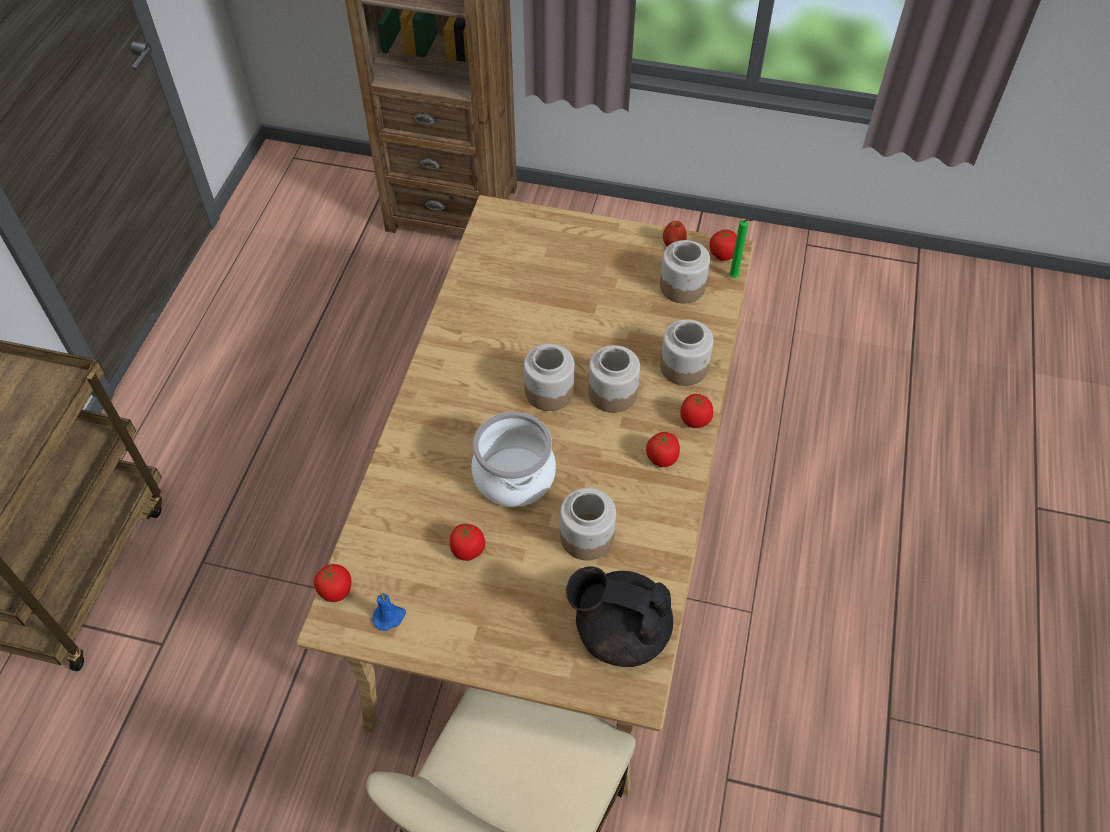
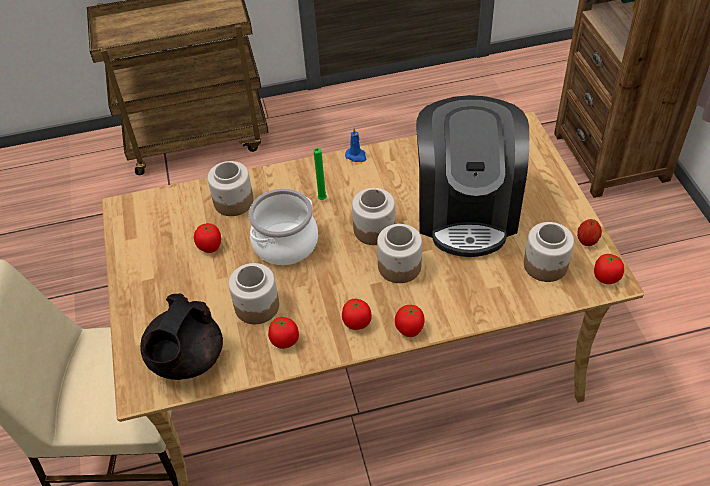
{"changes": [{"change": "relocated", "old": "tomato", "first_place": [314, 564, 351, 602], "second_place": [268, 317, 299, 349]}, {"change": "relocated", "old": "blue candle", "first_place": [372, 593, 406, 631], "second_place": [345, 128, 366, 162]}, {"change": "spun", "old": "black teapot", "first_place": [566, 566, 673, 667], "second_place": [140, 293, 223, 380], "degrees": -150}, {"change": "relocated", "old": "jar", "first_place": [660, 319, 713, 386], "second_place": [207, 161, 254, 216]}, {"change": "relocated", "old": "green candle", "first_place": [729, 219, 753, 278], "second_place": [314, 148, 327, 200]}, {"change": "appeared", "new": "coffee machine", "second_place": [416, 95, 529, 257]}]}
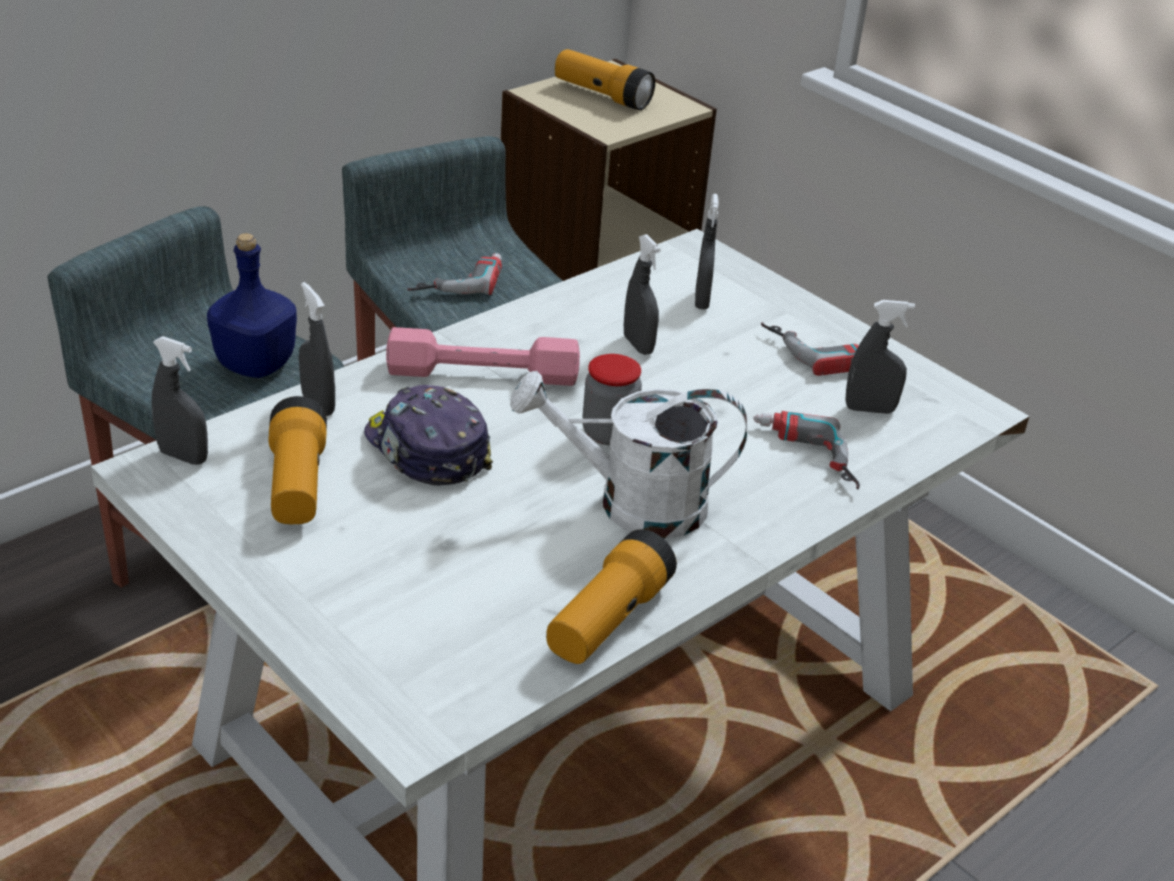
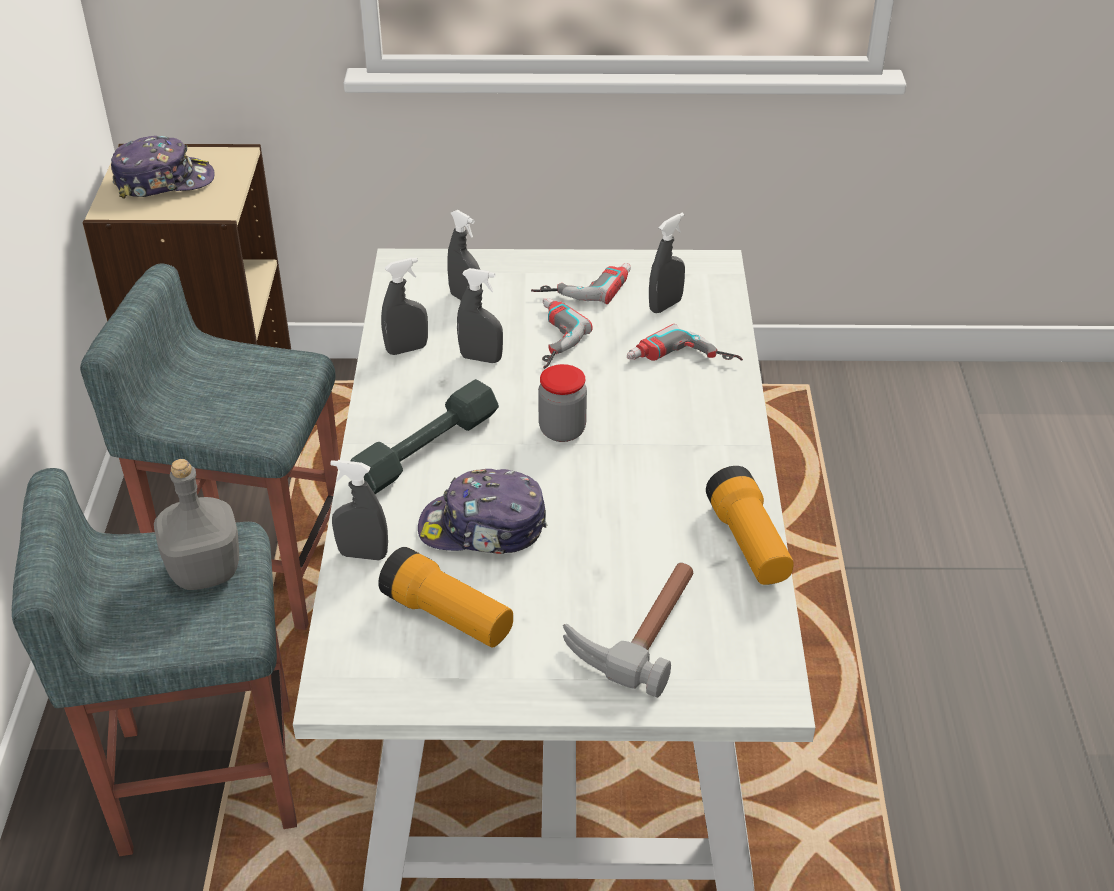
{"changes": [{"change": "relocated", "old": "grey spray bottle", "first_place": [152, 336, 208, 465], "second_place": [381, 257, 428, 355]}, {"change": "colour", "old": "blue bottle", "new": "grey bottle", "first_place": [207, 233, 297, 378], "second_place": [154, 459, 239, 590]}, {"change": "colour", "old": "pink dumbbell", "new": "grey dumbbell", "first_place": [386, 327, 580, 386], "second_place": [350, 379, 499, 494]}, {"change": "relocated", "old": "power drill", "first_place": [407, 253, 502, 295], "second_place": [542, 298, 593, 369]}, {"change": "missing", "old": "white watering can", "first_place": [510, 371, 747, 539]}, {"change": "exchanged", "old": "flashlight", "new": "cap", "first_place": [555, 49, 655, 110], "second_place": [111, 136, 215, 199]}, {"change": "appeared", "new": "hammer", "second_place": [563, 563, 693, 698]}]}
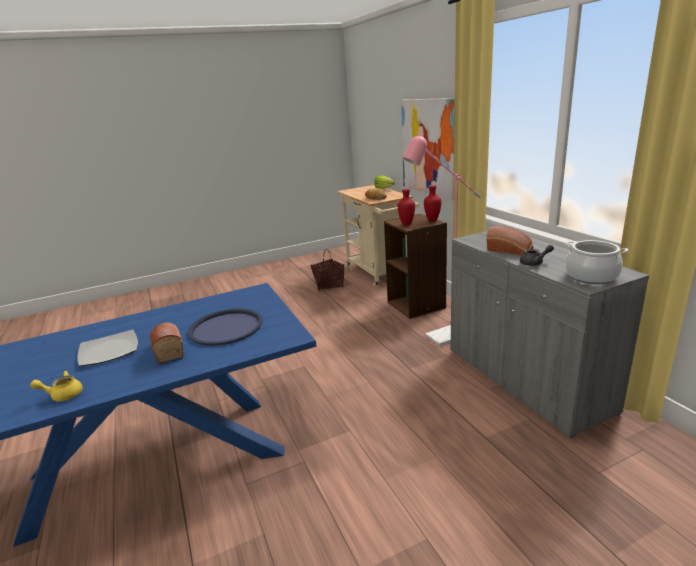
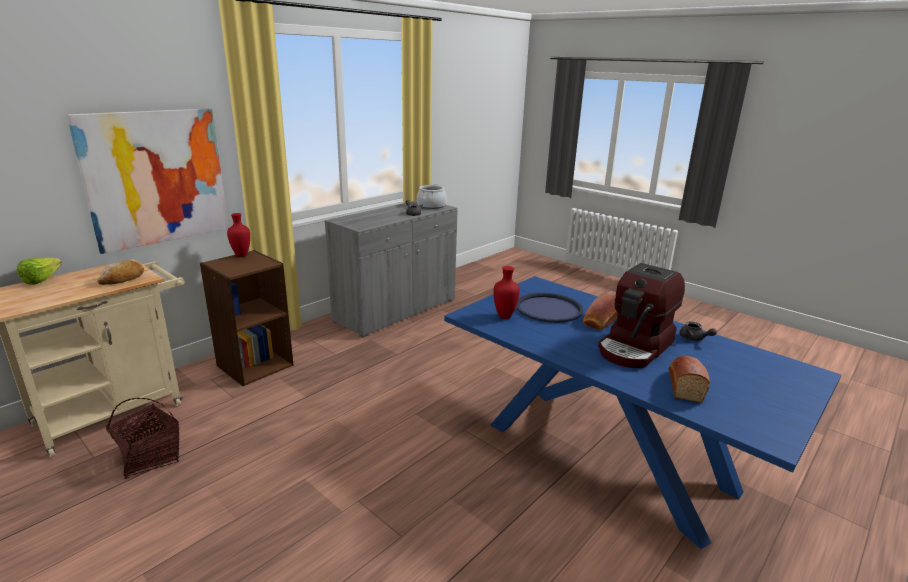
{"changes": [{"change": "colour", "old": "yellow teapot", "new": "grey teapot", "first_place": [30, 371, 83, 401], "second_place": [679, 322, 717, 341]}, {"change": "exchanged", "old": "plate", "new": "coffee machine", "first_place": [77, 330, 138, 366], "second_place": [598, 263, 685, 368]}, {"change": "relocated", "old": "red vase", "first_place": [398, 189, 415, 226], "second_place": [493, 266, 520, 319]}, {"change": "missing", "old": "pink floor lamp", "first_place": [402, 134, 481, 346]}, {"change": "relocated", "old": "bread", "first_place": [486, 226, 533, 256], "second_place": [669, 356, 710, 403]}]}
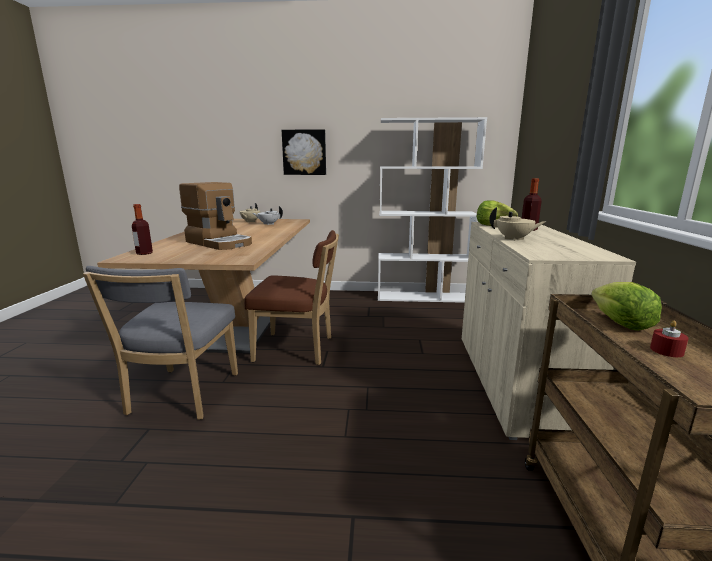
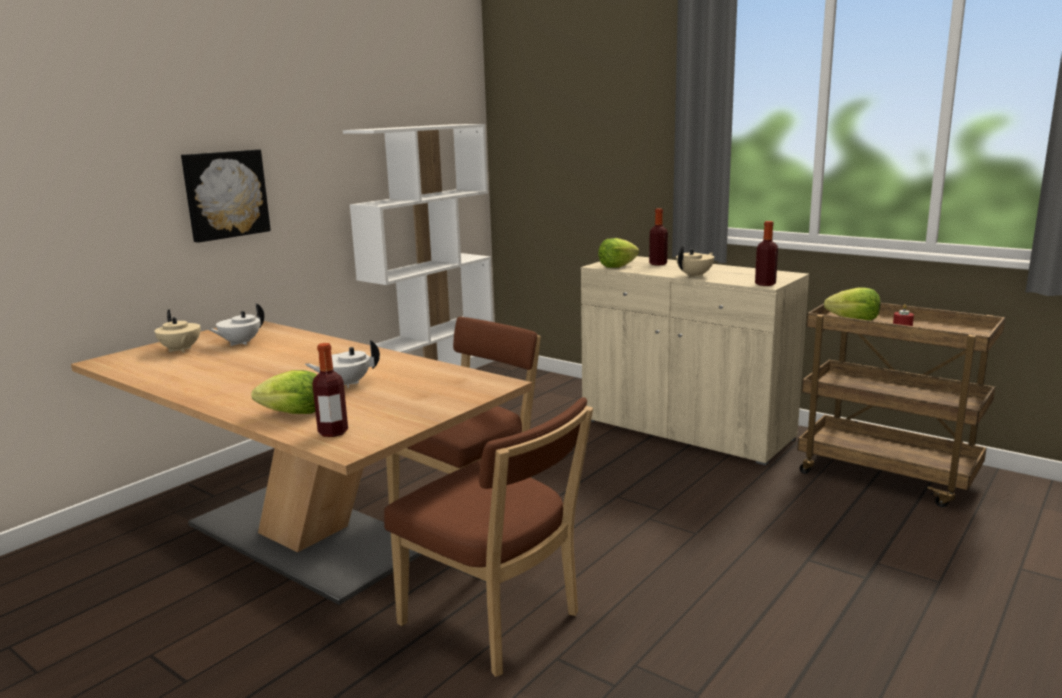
{"changes": [{"change": "colour", "old": "grey chair", "new": "brown chair", "first_place": [83, 266, 238, 420], "second_place": [384, 397, 593, 677]}, {"change": "exchanged", "old": "coffee machine", "new": "white teapot", "first_place": [179, 182, 252, 250], "second_place": [305, 340, 380, 388]}, {"change": "appeared", "new": "lettuce", "second_place": [251, 370, 317, 414]}, {"change": "appeared", "new": "bottle", "second_place": [755, 221, 778, 286]}]}
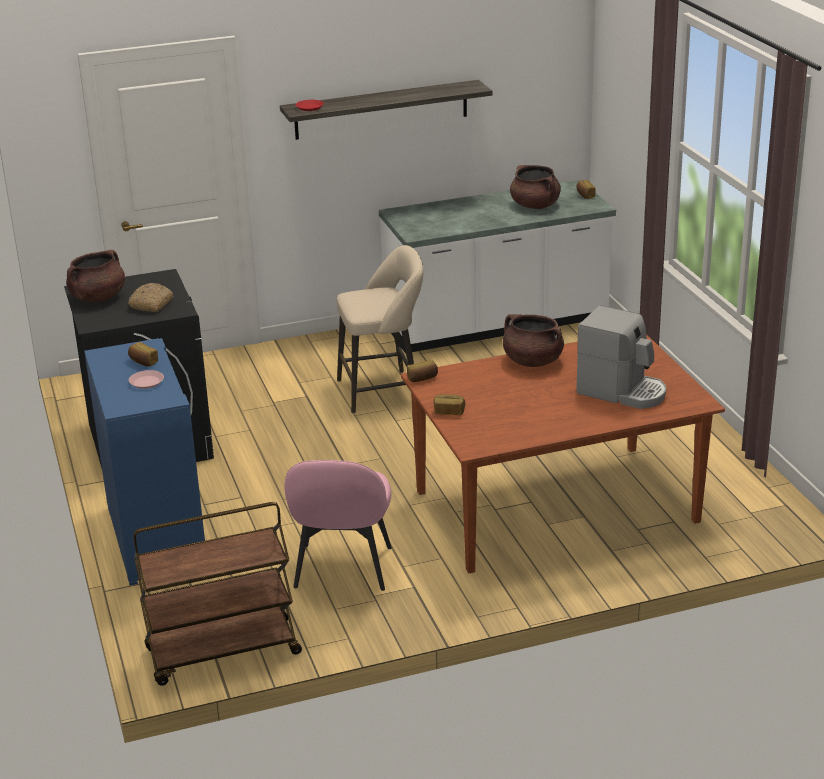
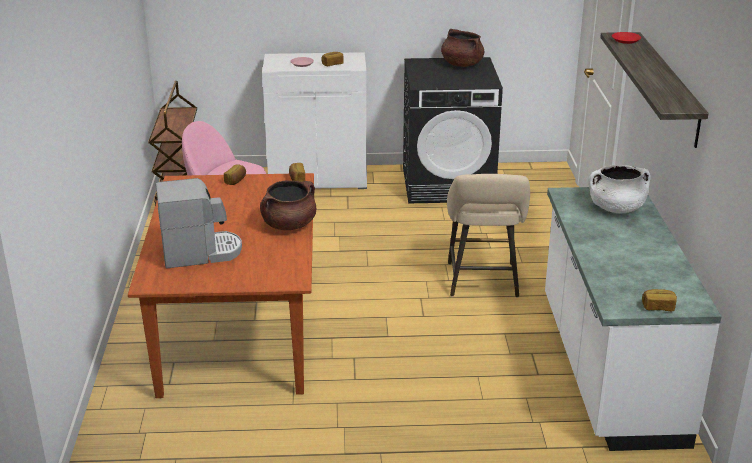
{"changes": [{"change": "colour", "old": "blue cabinet", "new": "white cabinet", "first_place": [84, 338, 205, 586], "second_place": [262, 52, 367, 189]}, {"change": "missing", "old": "bread", "first_place": [128, 283, 173, 312]}, {"change": "missing", "old": "brown cooking pot", "first_place": [510, 165, 561, 209]}, {"change": "spun", "old": "coffee machine", "first_place": [576, 305, 666, 409], "second_place": [156, 178, 242, 268], "degrees": -150}, {"change": "appeared", "new": "white cooking pot", "second_place": [589, 165, 650, 213]}]}
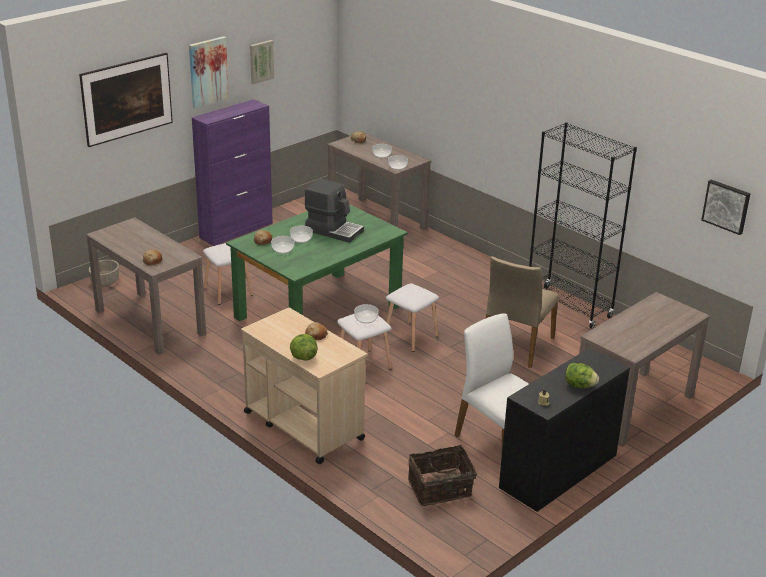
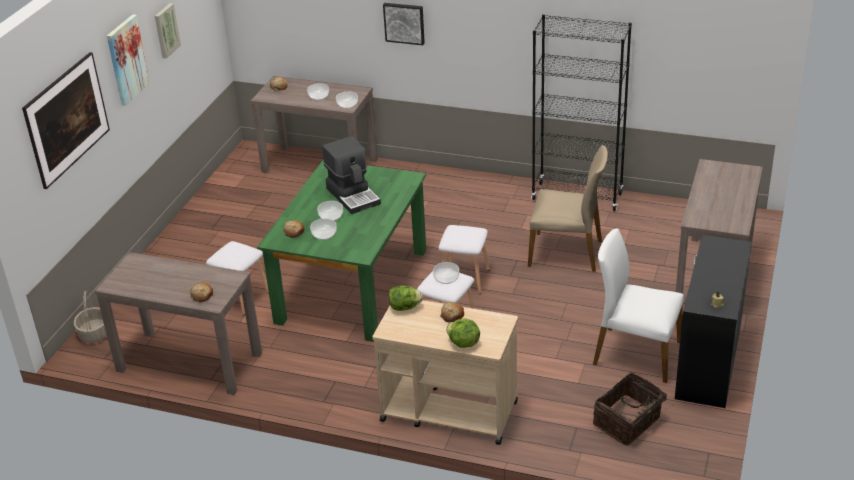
{"changes": [{"change": "missing", "old": "purple cabinet", "first_place": [192, 99, 273, 246]}, {"change": "spun", "old": "coffee machine", "first_place": [305, 179, 364, 243], "second_place": [322, 136, 381, 214], "degrees": 60}, {"change": "spun", "old": "beige chair", "first_place": [486, 256, 558, 368], "second_place": [528, 145, 608, 272], "degrees": -75}, {"change": "relocated", "old": "lettuce", "first_place": [565, 363, 599, 388], "second_place": [389, 286, 423, 311]}, {"change": "relocated", "old": "picture", "first_place": [701, 180, 750, 235], "second_place": [383, 3, 425, 45]}]}
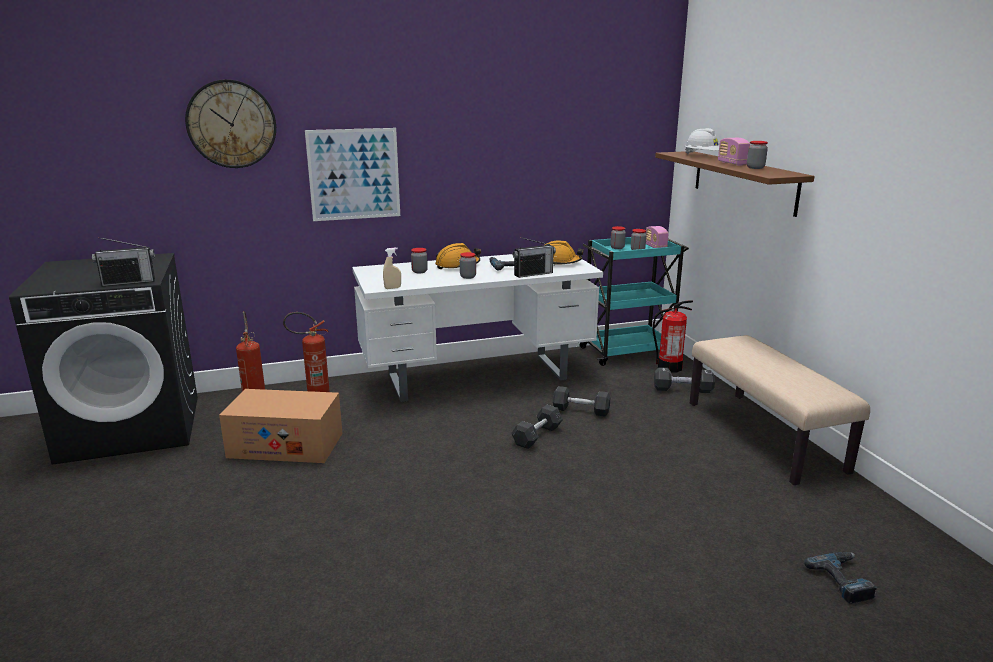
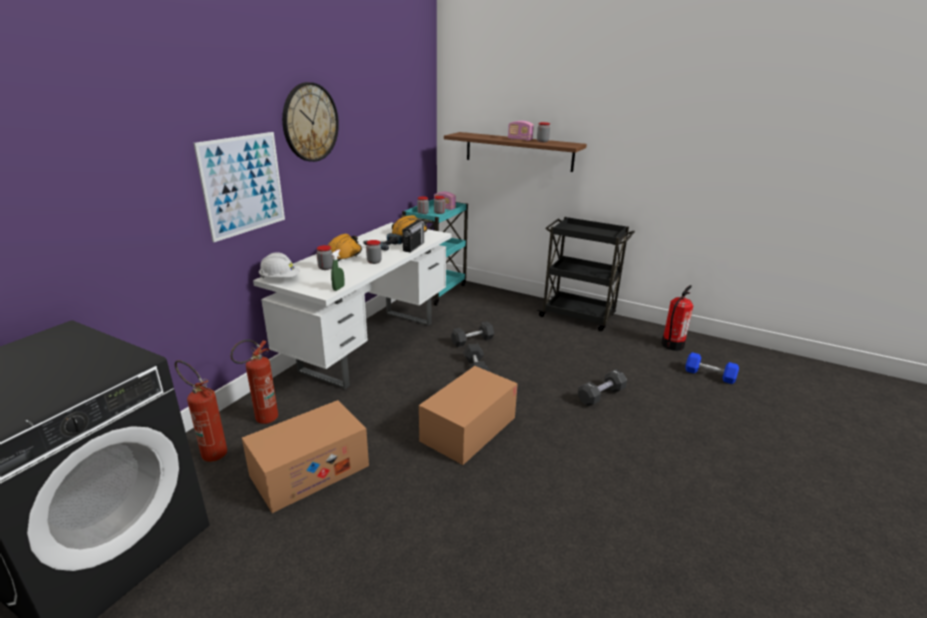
{"changes": [{"change": "missing", "old": "radio", "first_place": [92, 237, 155, 286]}, {"change": "relocated", "old": "wall clock", "first_place": [185, 79, 276, 168], "second_place": [282, 82, 339, 162]}, {"change": "colour", "old": "beige spray bottle", "new": "green spray bottle", "first_place": [383, 248, 401, 289], "second_place": [331, 249, 345, 291]}, {"change": "relocated", "old": "fire extinguisher", "first_place": [652, 300, 693, 372], "second_place": [662, 285, 694, 351]}, {"change": "relocated", "old": "black dumbbell", "first_place": [654, 367, 715, 393], "second_place": [578, 369, 627, 406]}, {"change": "relocated", "old": "white hard hat", "first_place": [685, 128, 720, 154], "second_place": [259, 253, 300, 278]}, {"change": "exchanged", "old": "beige bench", "new": "black cart", "first_place": [690, 335, 870, 485], "second_place": [537, 217, 635, 331]}, {"change": "exchanged", "old": "power drill", "new": "blue dumbbell", "first_place": [804, 552, 877, 604], "second_place": [685, 352, 739, 384]}, {"change": "appeared", "new": "cardboard box", "second_place": [419, 366, 518, 465]}]}
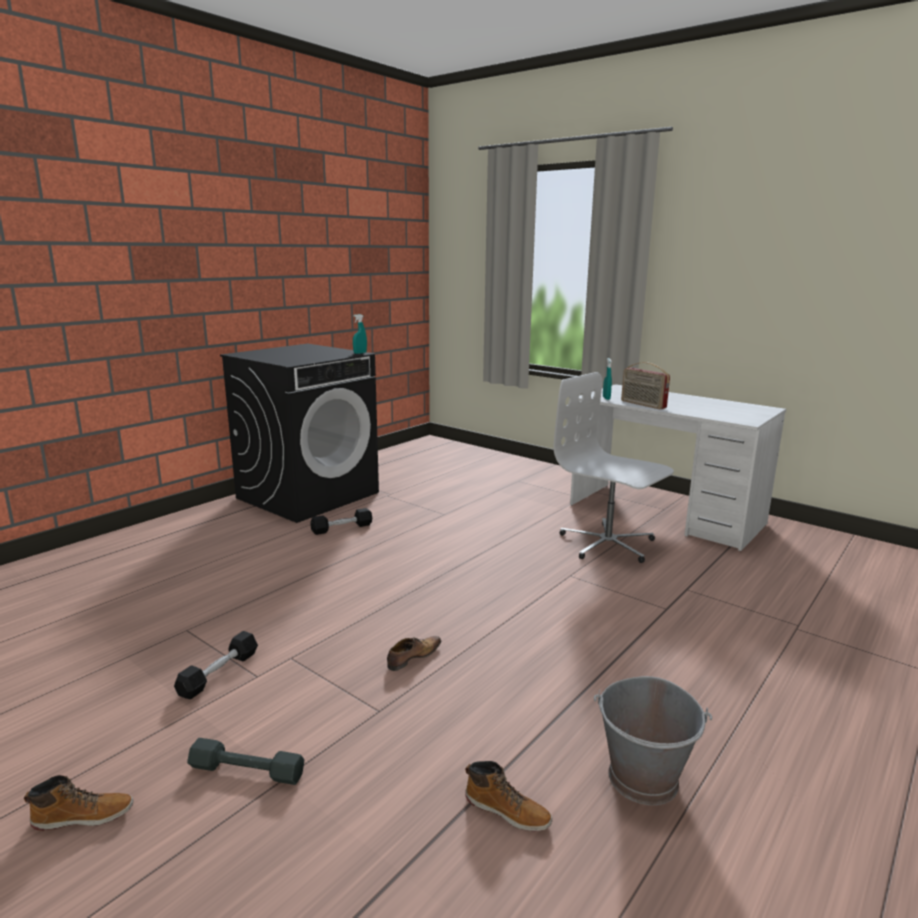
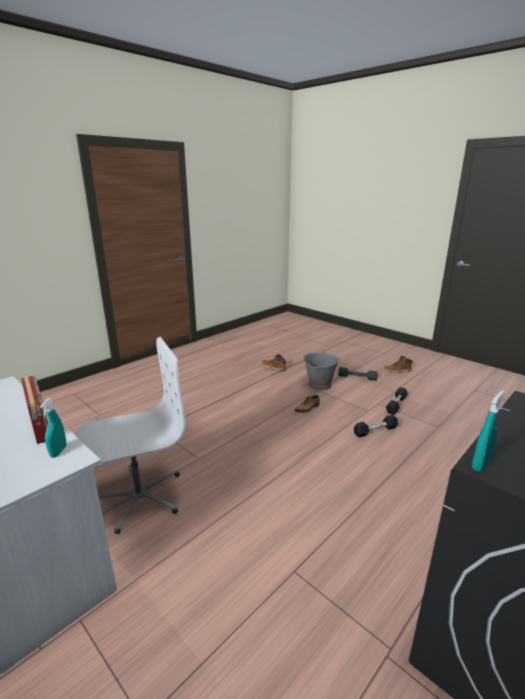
{"changes": [{"change": "relocated", "old": "black dumbbell", "first_place": [310, 508, 372, 535], "second_place": [353, 415, 398, 438]}, {"change": "spun", "old": "white office chair", "first_place": [553, 372, 674, 563], "second_place": [77, 337, 186, 534], "degrees": -75}, {"change": "relocated", "old": "grey bucket", "first_place": [594, 676, 712, 805], "second_place": [303, 352, 341, 390]}]}
